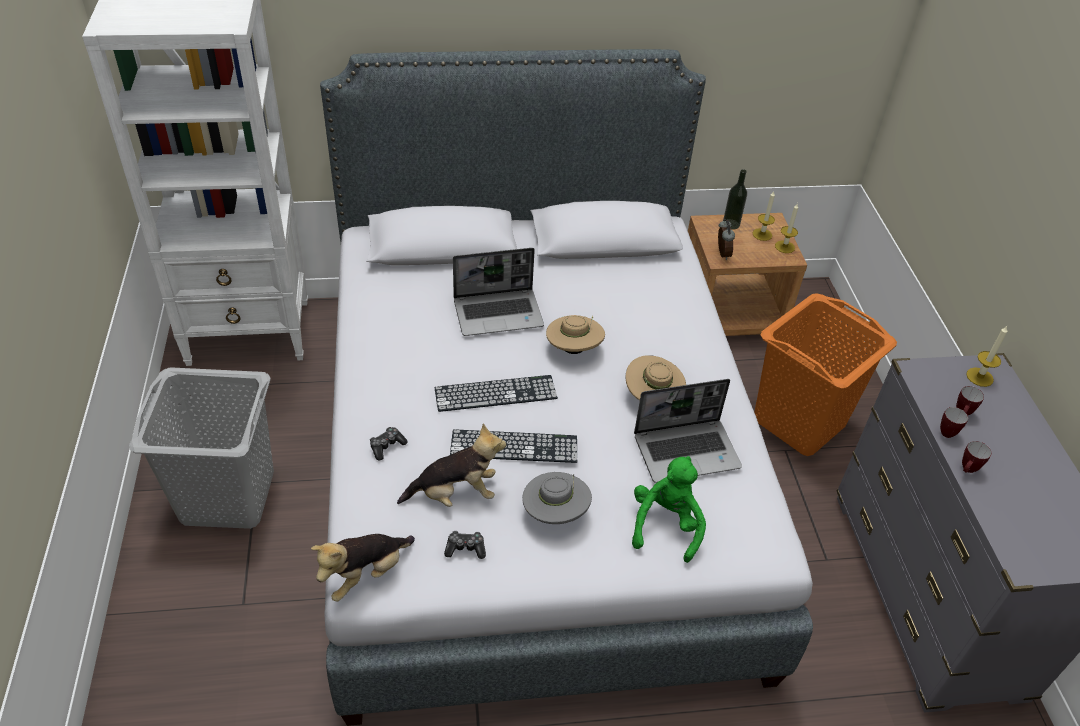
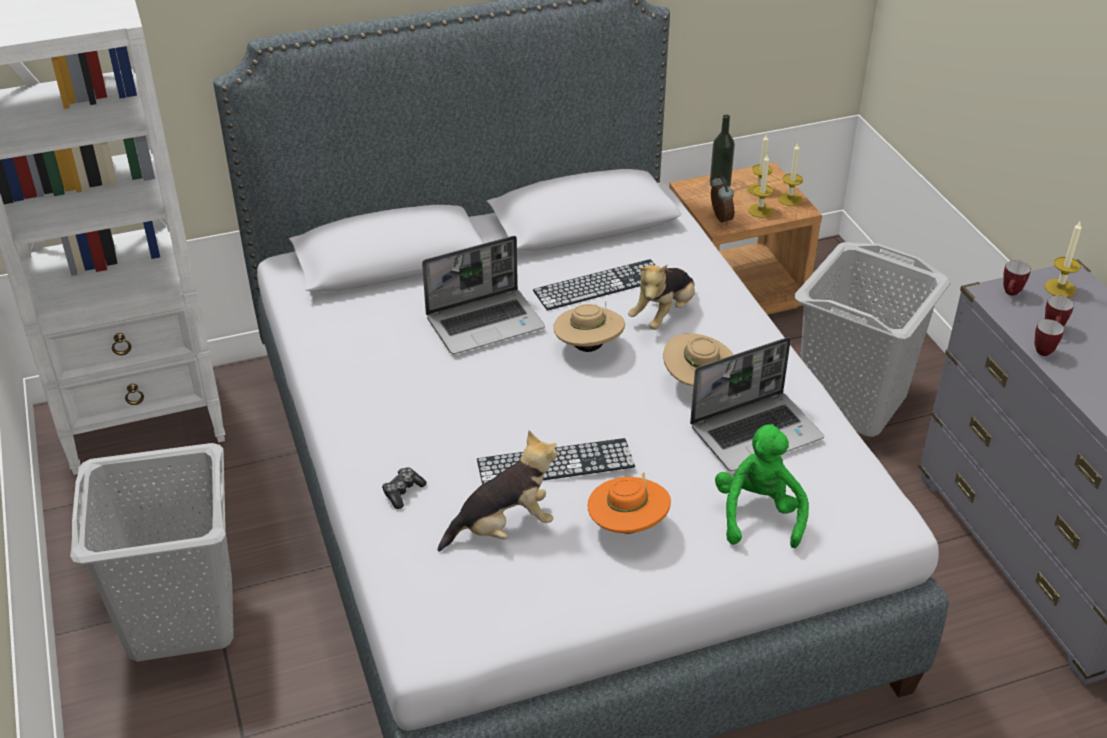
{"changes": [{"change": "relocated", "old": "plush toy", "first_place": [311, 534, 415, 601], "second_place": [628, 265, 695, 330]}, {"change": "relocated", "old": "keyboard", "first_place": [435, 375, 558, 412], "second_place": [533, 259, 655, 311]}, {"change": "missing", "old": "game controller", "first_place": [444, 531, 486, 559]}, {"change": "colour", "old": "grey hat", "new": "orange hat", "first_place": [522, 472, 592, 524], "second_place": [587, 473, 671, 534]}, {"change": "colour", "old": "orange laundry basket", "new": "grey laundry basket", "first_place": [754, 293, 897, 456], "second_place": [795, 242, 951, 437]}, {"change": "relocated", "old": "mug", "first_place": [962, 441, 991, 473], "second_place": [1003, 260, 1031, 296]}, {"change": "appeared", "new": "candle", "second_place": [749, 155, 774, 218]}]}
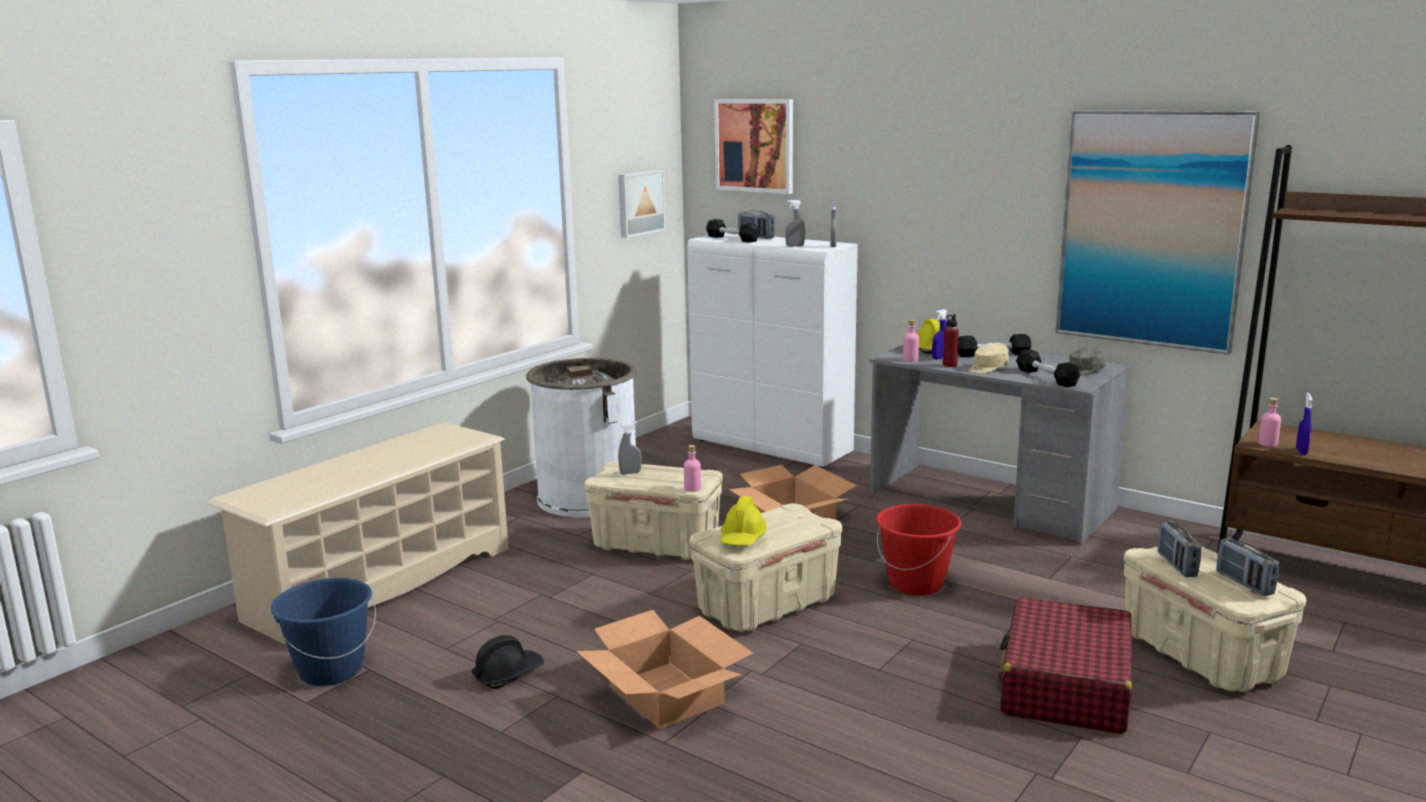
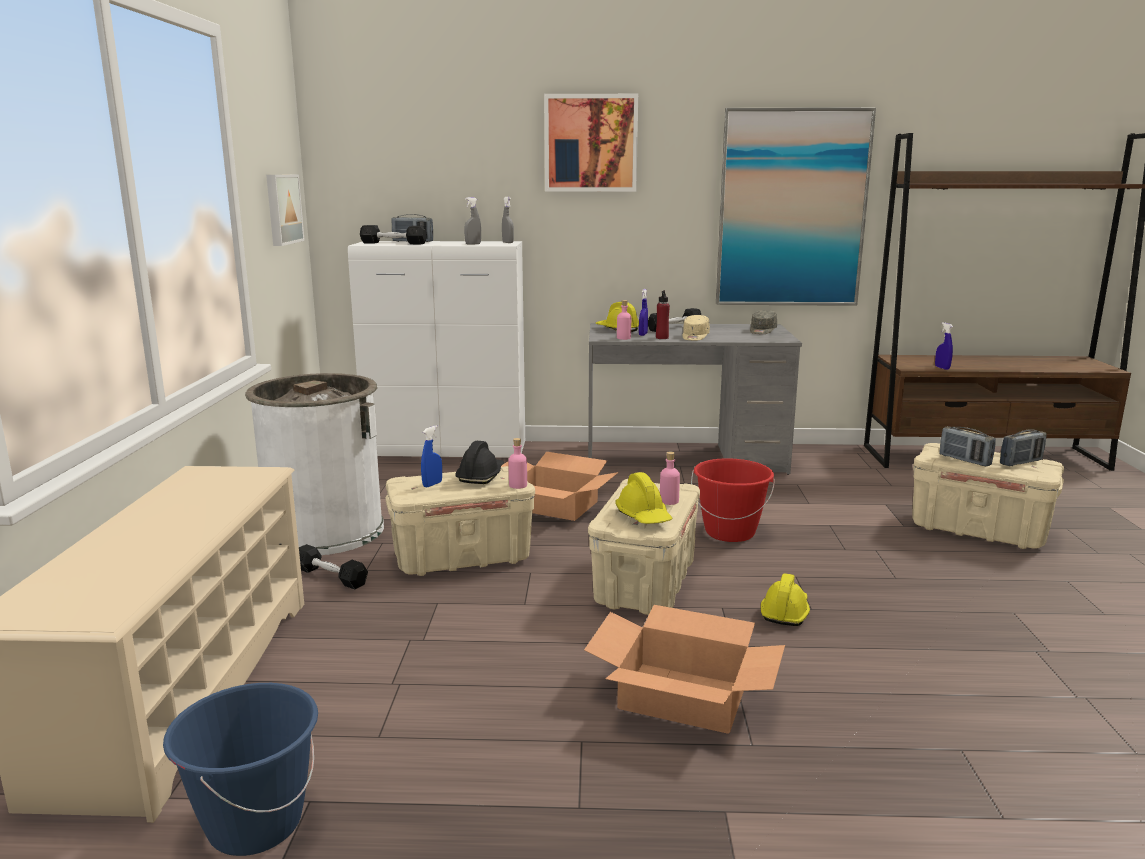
{"changes": [{"change": "relocated", "old": "black hard hat", "first_place": [472, 635, 544, 689], "second_place": [455, 441, 504, 484]}, {"change": "colour", "old": "grey spray bottle", "new": "blue spray bottle", "first_place": [618, 422, 642, 475], "second_place": [421, 425, 442, 487]}, {"change": "relocated", "old": "picture", "first_place": [714, 99, 793, 194], "second_place": [544, 94, 638, 192]}, {"change": "missing", "old": "red suitcase", "first_place": [998, 597, 1133, 734]}, {"change": "relocated", "old": "black dumbbell", "first_place": [1016, 349, 1081, 387], "second_place": [299, 544, 368, 590]}, {"change": "spun", "old": "radio", "first_place": [1216, 538, 1279, 596], "second_place": [1000, 429, 1047, 466], "degrees": -60}, {"change": "relocated", "old": "pink bottle", "first_place": [1258, 398, 1281, 447], "second_place": [660, 452, 680, 505]}, {"change": "appeared", "new": "yellow hard hat", "second_place": [761, 573, 810, 626]}]}
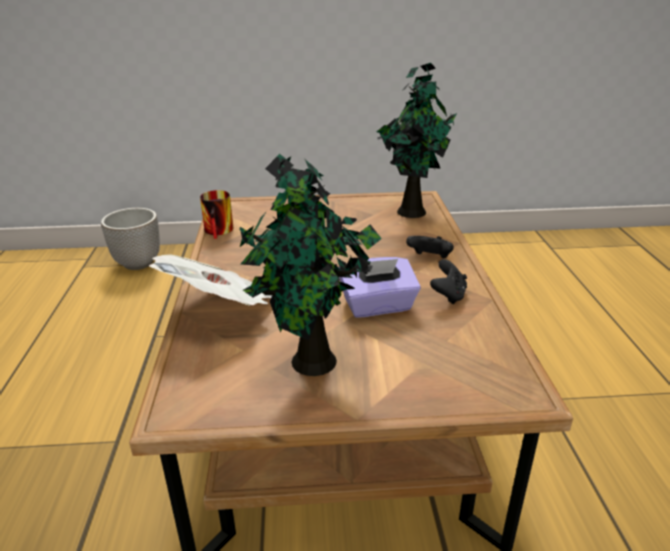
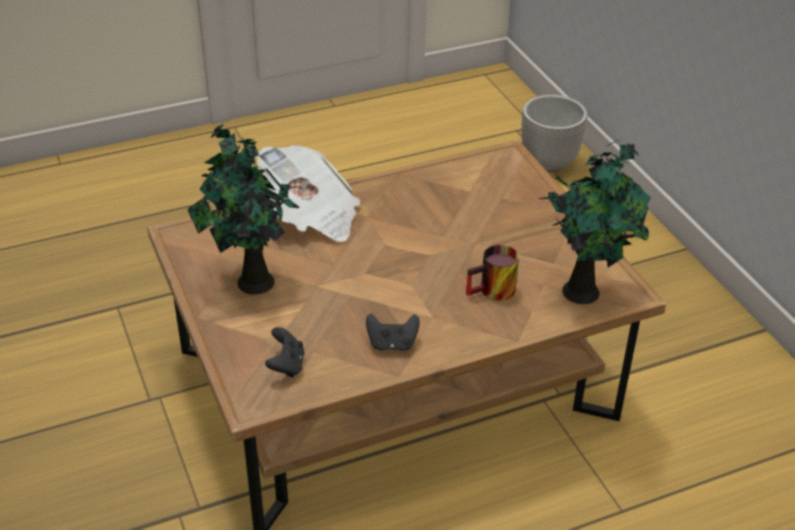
{"changes": [{"change": "relocated", "old": "mug", "first_place": [200, 190, 233, 239], "second_place": [466, 245, 519, 300]}, {"change": "missing", "old": "purple tissue box", "first_place": [339, 257, 421, 318]}, {"change": "relocated", "old": "black game controller", "first_place": [406, 236, 454, 258], "second_place": [265, 327, 304, 377]}]}
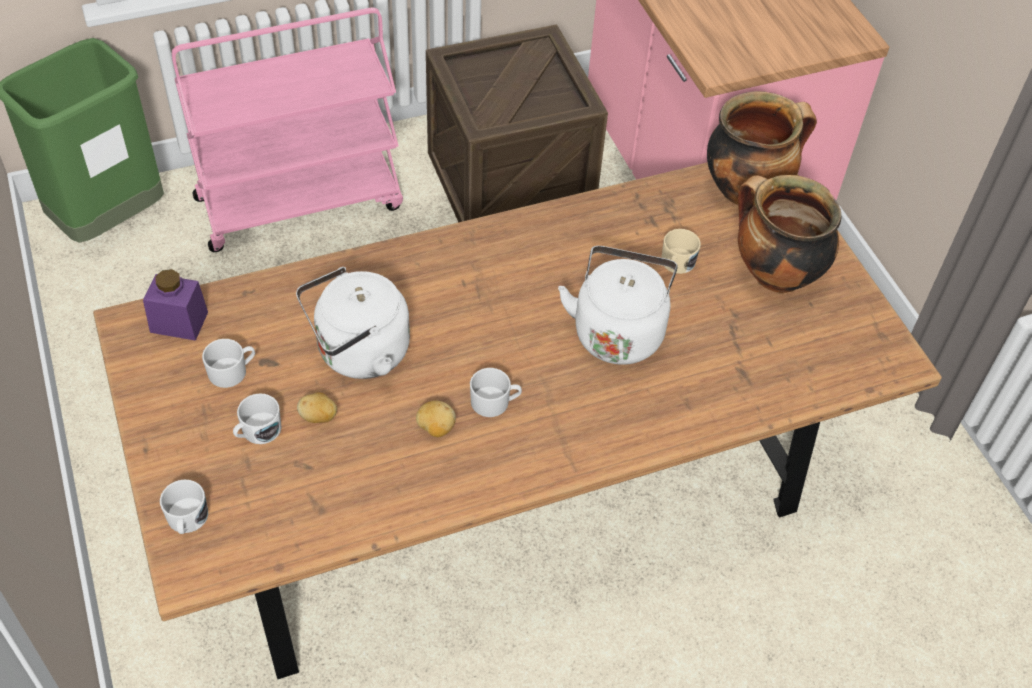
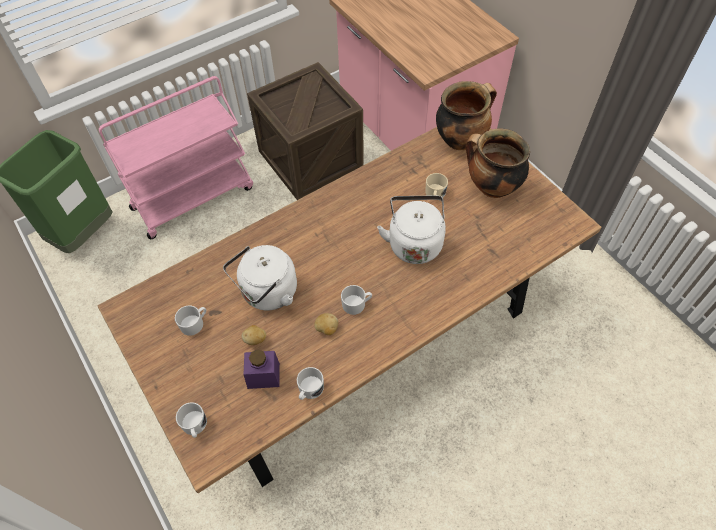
{"changes": [{"change": "relocated", "old": "purple jar", "first_place": [143, 269, 208, 341], "second_place": [244, 349, 280, 389]}, {"change": "relocated", "old": "white mug", "first_place": [233, 393, 282, 444], "second_place": [297, 367, 324, 400]}]}
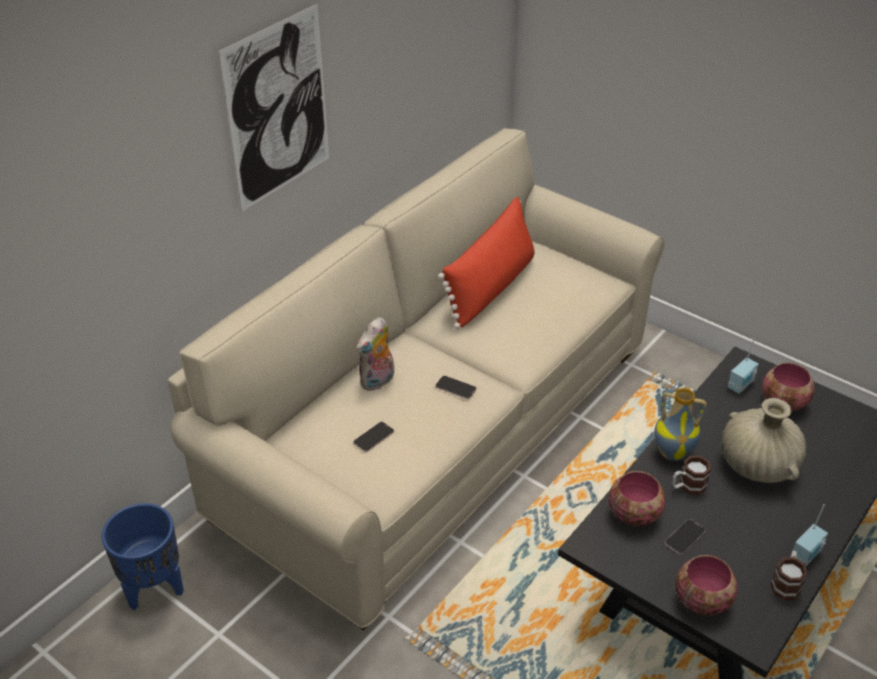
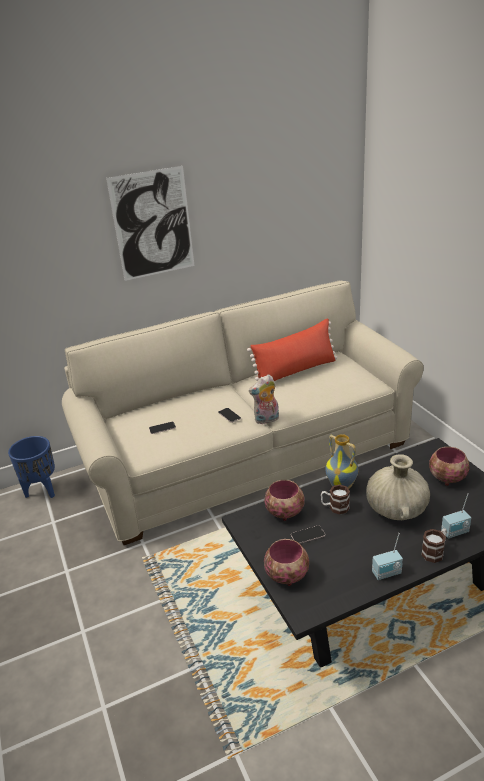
{"changes": [{"change": "relocated", "old": "plush toy", "first_place": [356, 317, 394, 391], "second_place": [249, 374, 279, 424]}, {"change": "relocated", "old": "radio", "first_place": [728, 338, 759, 394], "second_place": [441, 493, 471, 539]}, {"change": "relocated", "old": "mug", "first_place": [770, 551, 808, 600], "second_place": [421, 528, 447, 563]}]}
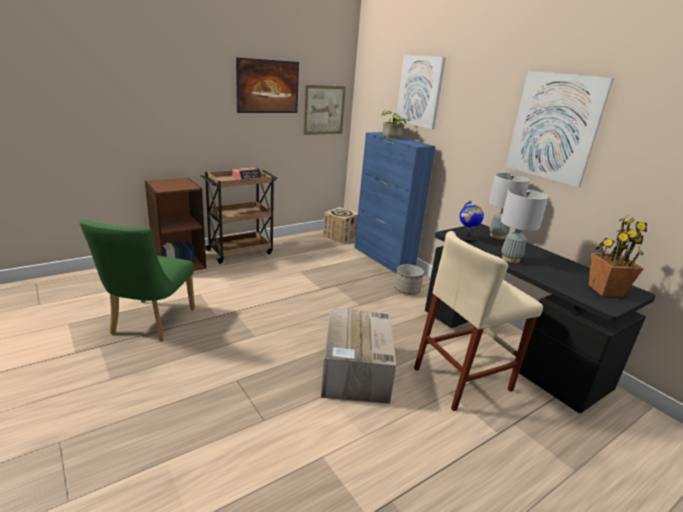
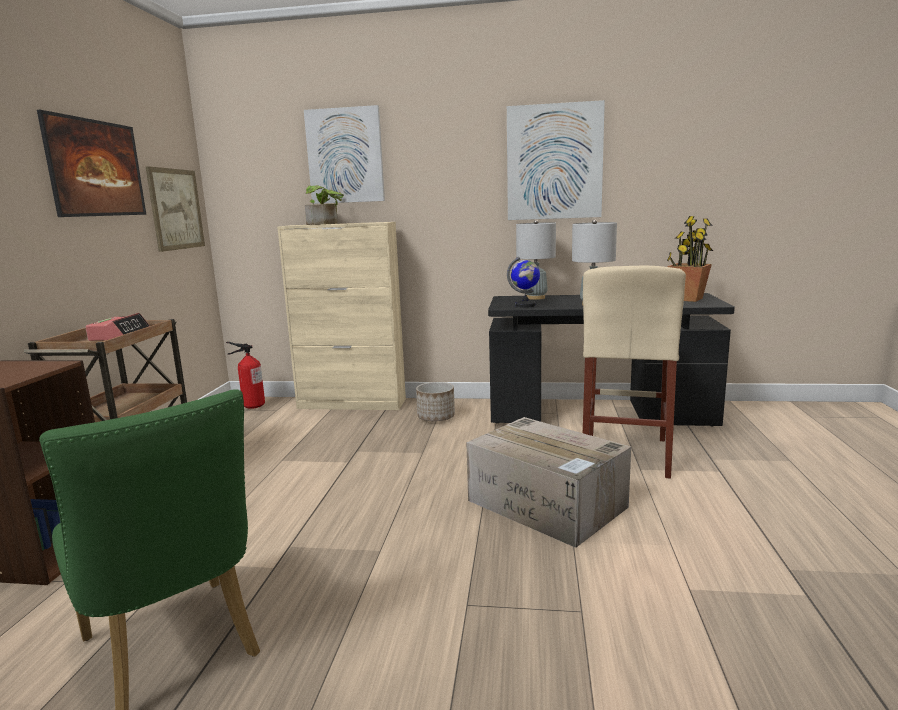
{"changes": [{"change": "exchanged", "old": "cardboard box", "new": "fire extinguisher", "first_place": [323, 207, 358, 243], "second_place": [226, 342, 265, 409]}, {"change": "colour", "old": "blue cabinet", "new": "beige cabinet", "first_place": [355, 132, 435, 273], "second_place": [277, 222, 406, 410]}]}
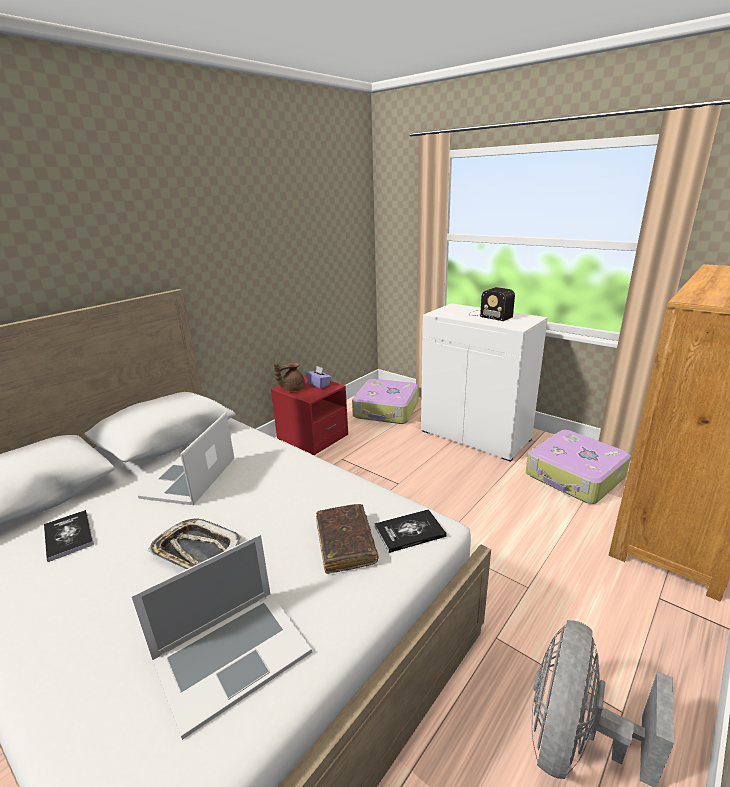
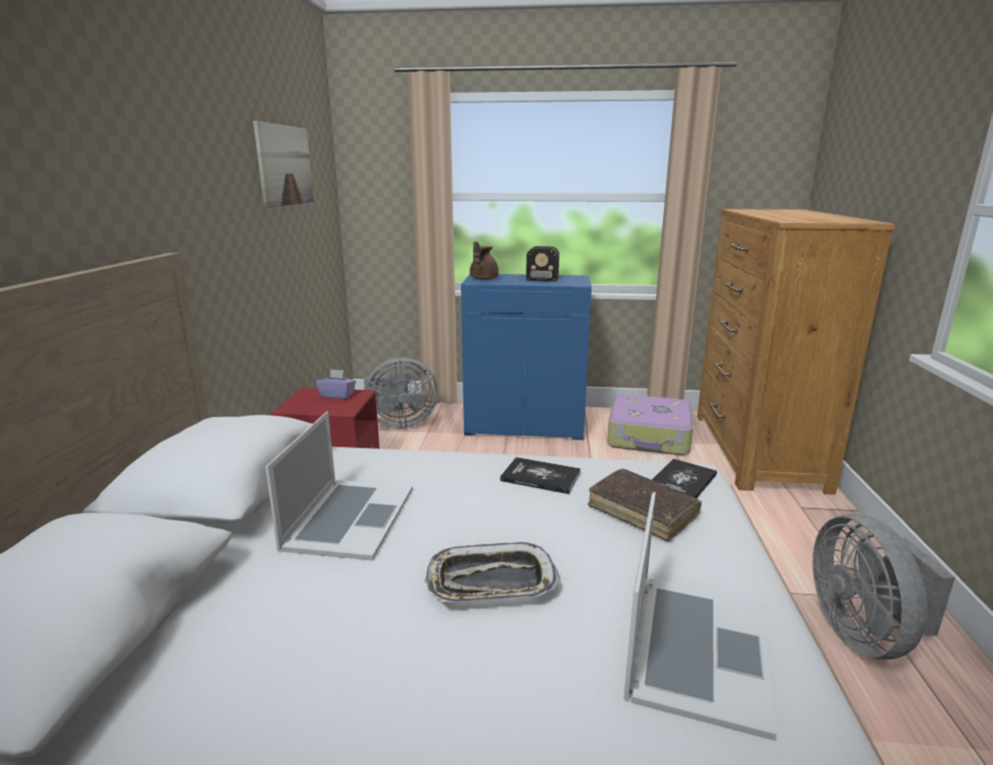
{"changes": [{"change": "relocated", "old": "book", "first_place": [44, 510, 94, 562], "second_place": [500, 457, 581, 494]}, {"change": "spun", "old": "laptop", "first_place": [138, 413, 235, 505], "second_place": [265, 411, 413, 560], "degrees": -150}, {"change": "relocated", "old": "brown teapot", "first_place": [274, 363, 305, 391], "second_place": [470, 241, 499, 280]}, {"change": "exchanged", "old": "suitcase", "new": "grey fan", "first_place": [352, 379, 419, 424], "second_place": [364, 357, 438, 429]}, {"change": "colour", "old": "white cabinet", "new": "blue cabinet", "first_place": [421, 303, 548, 462], "second_place": [461, 274, 592, 440]}, {"change": "appeared", "new": "picture", "second_place": [253, 121, 314, 208]}]}
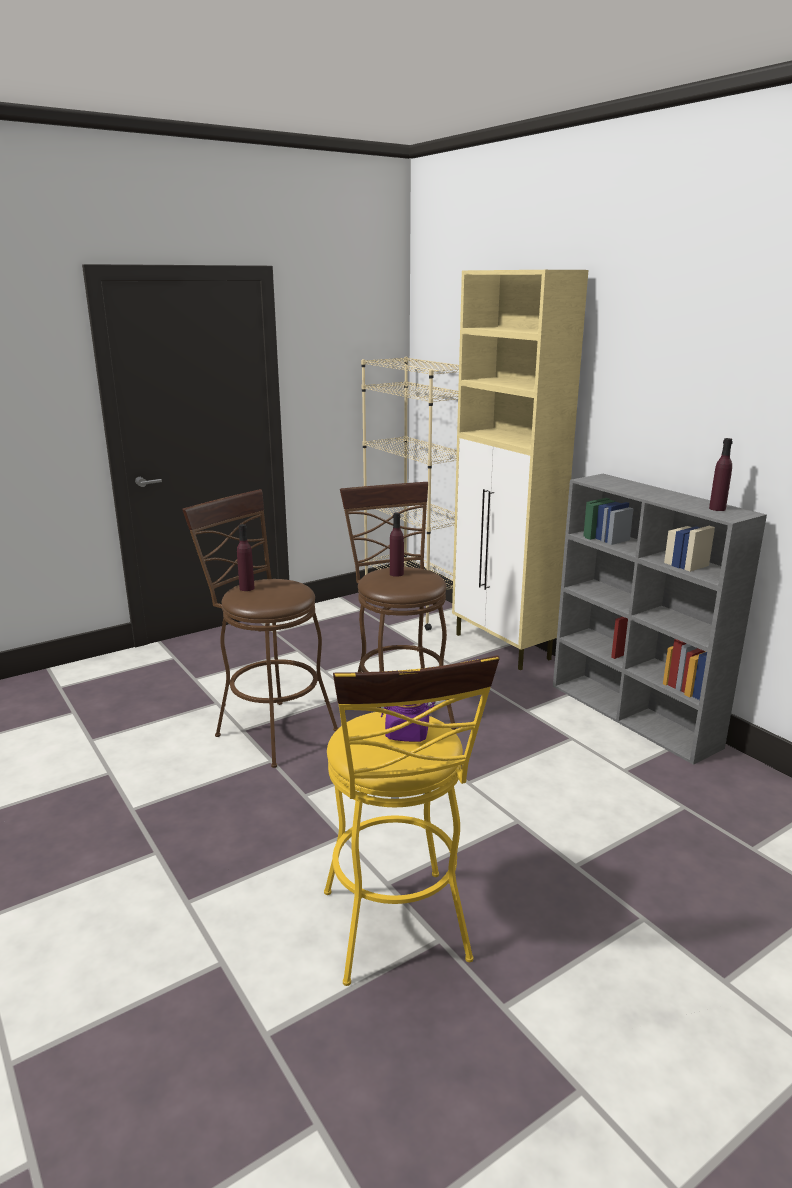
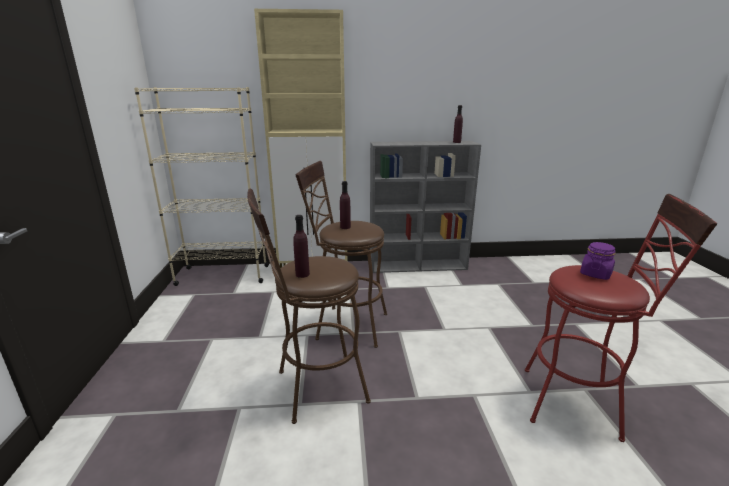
{"changes": [{"change": "colour", "old": "yellow stool", "new": "red stool", "first_place": [324, 655, 500, 986], "second_place": [525, 194, 718, 442]}]}
